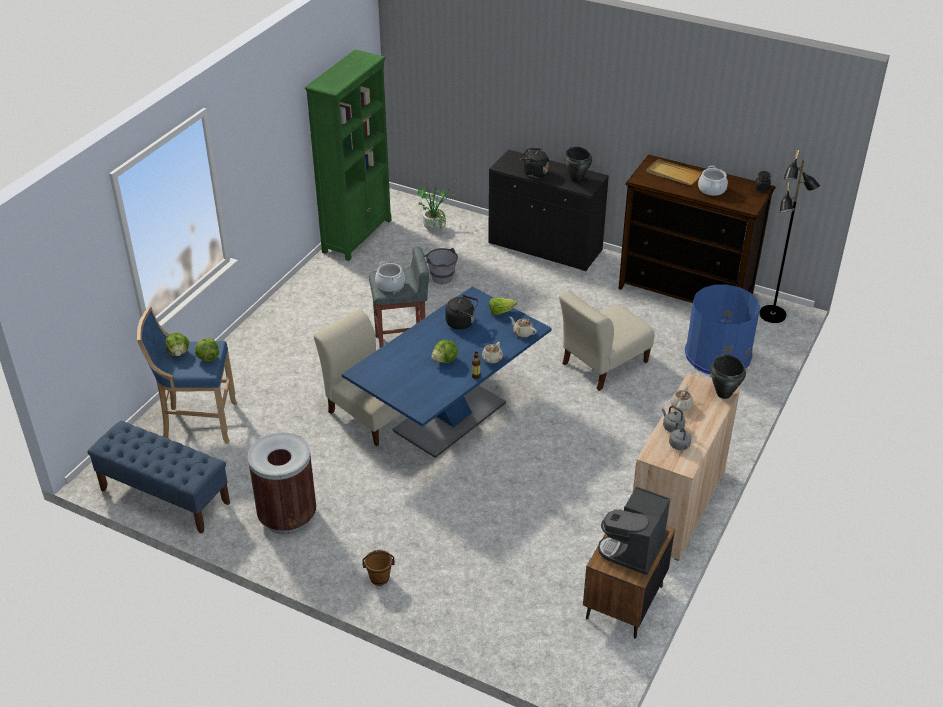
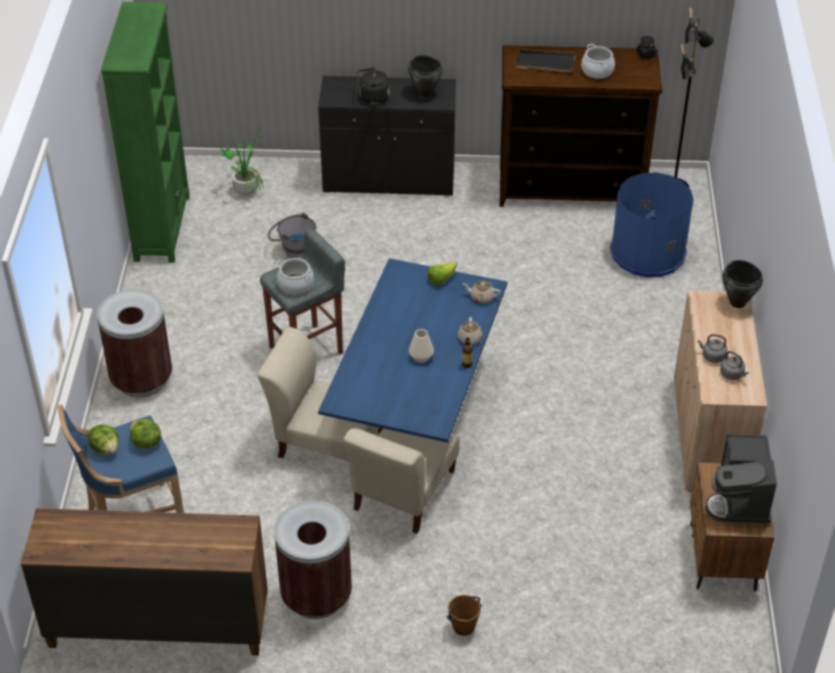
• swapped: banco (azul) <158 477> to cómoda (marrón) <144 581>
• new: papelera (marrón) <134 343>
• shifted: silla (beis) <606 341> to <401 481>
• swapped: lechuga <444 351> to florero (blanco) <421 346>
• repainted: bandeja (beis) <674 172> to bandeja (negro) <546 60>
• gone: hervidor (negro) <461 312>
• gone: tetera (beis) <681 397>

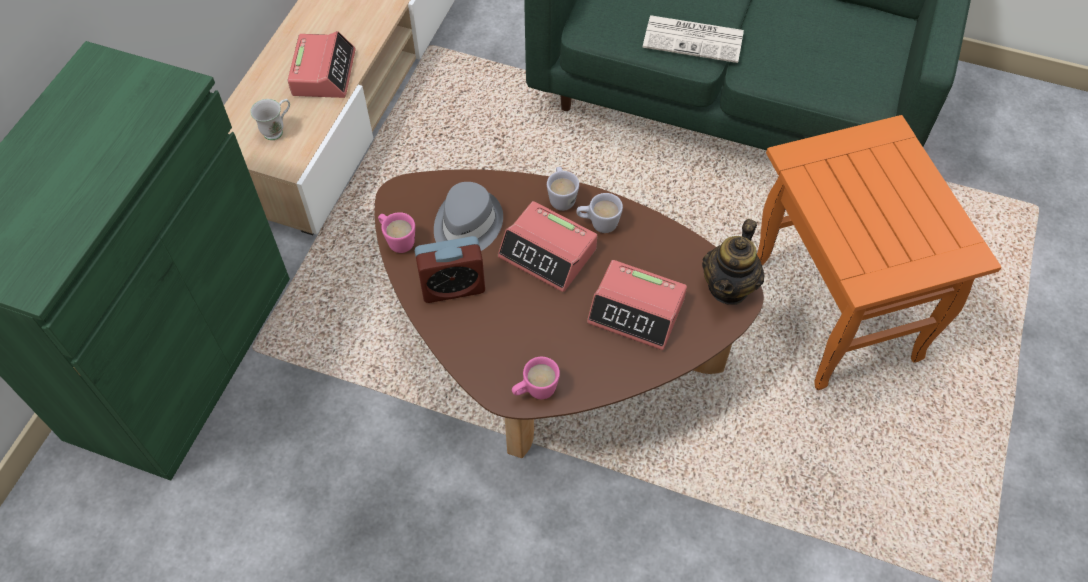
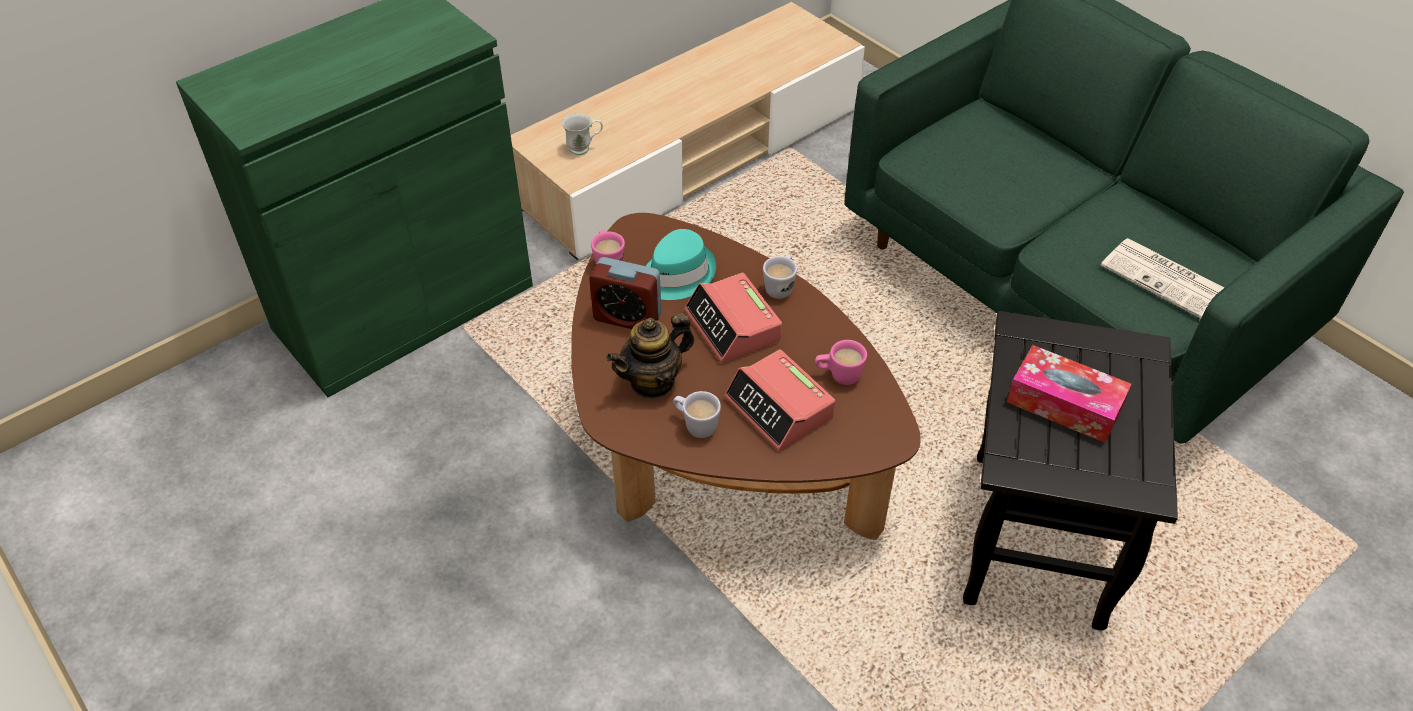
• shifted: tetera <733 262> to <650 356>
• repainted: sombrero (gris) <468 216> to sombrero (turquesa) <681 264>
• shifted: taza grande (blanco) <599 213> to <697 414>
• shifted: taza grande (rosa) <536 378> to <841 362>
• repainted: mesa auxiliar (naranja) <879 252> to mesa auxiliar (negro) <1070 471>
• new: caja de pañuelos <1069 394>
• shifted: periódico <693 39> to <1162 278>
• gone: despertador <322 64>

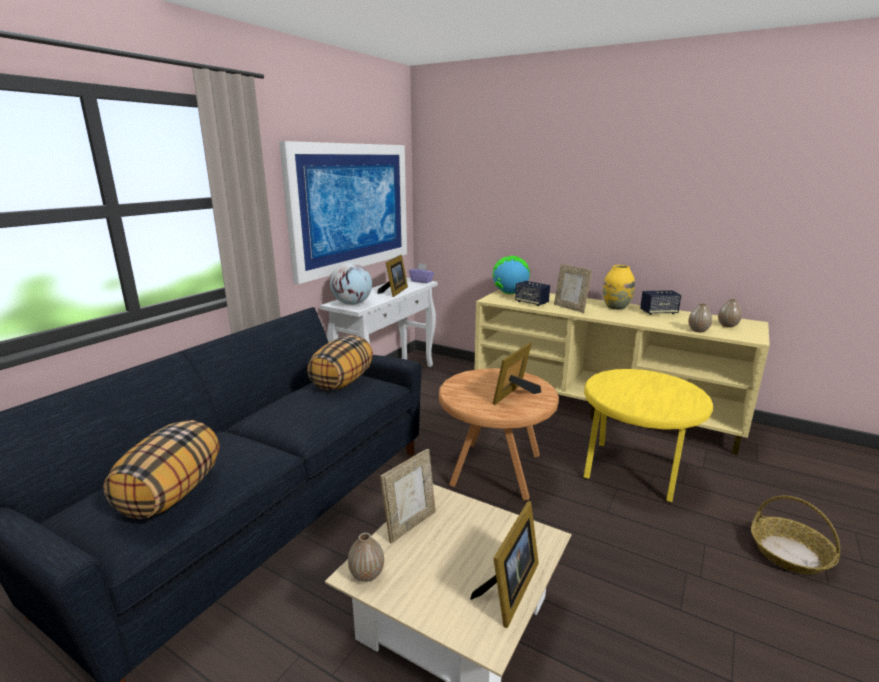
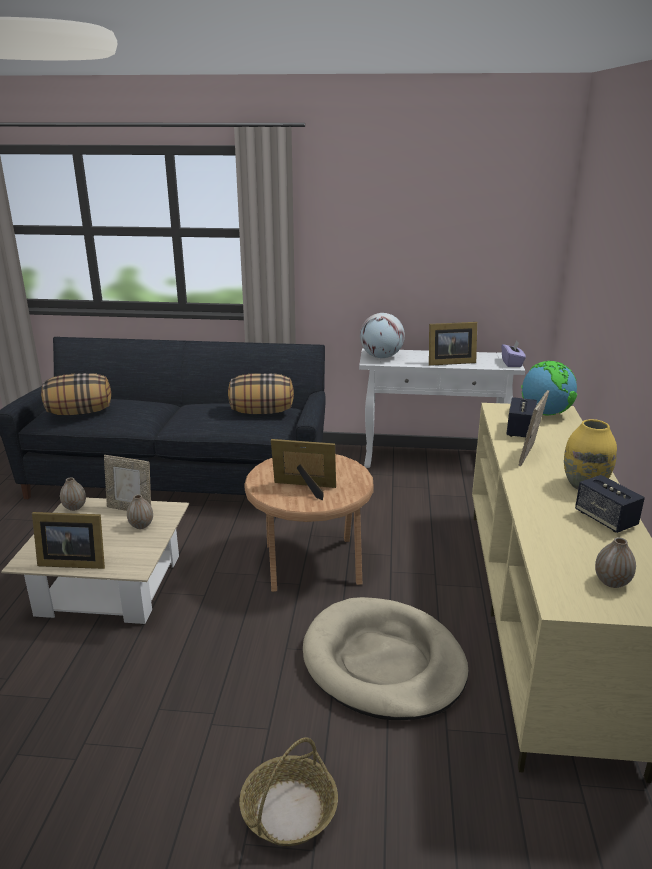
• shifted: florero <700 317> to <140 511>
• swapped: mesa auxiliar (amarillo) <648 435> to cama para perro (beis) <386 658>
• gone: cuadro <343 212>

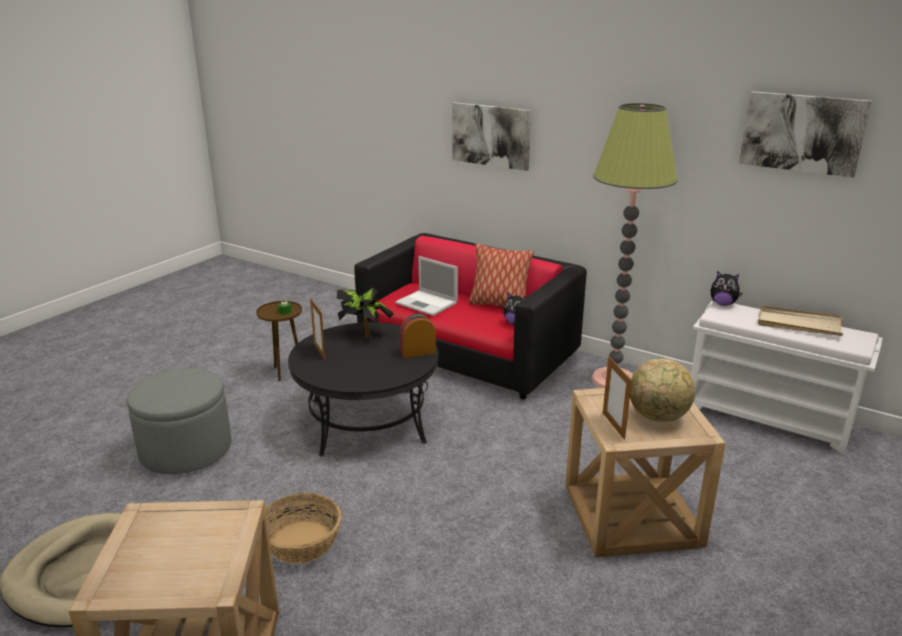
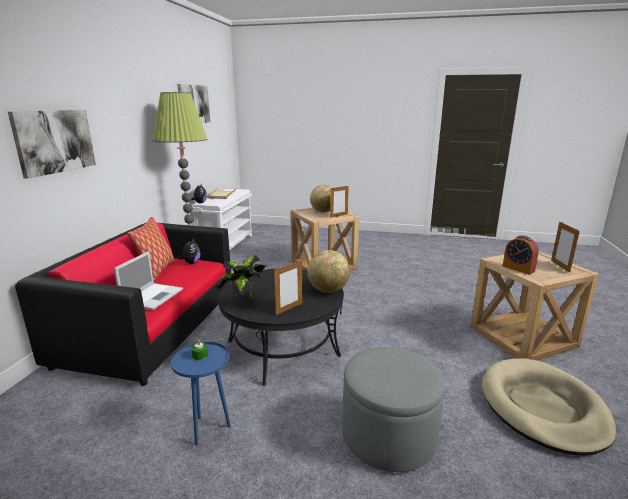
• repainted: mesa auxiliar (marrón) <279 341> to mesa auxiliar (azul) <201 393>
• new: globo terráqueo <328 271>
• shifted: despertador <418 335> to <521 255>
• new: portarretratos <565 247>
• gone: cesta <303 528>

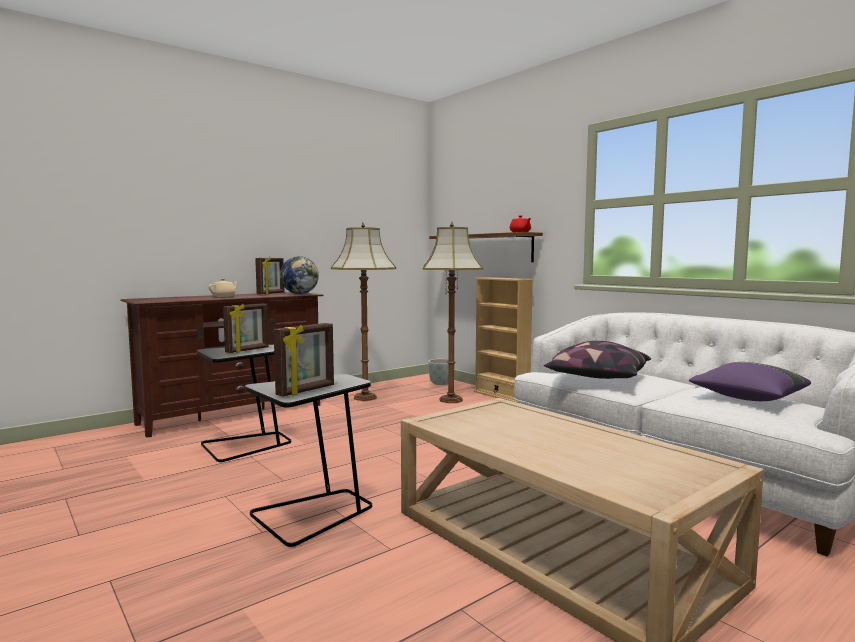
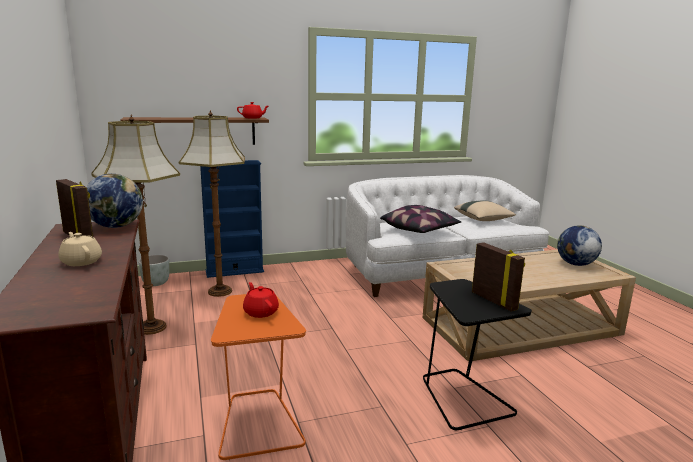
• repainted: estantería (beis) <504 340> to estantería (azul) <232 219>
• repainted: mesa auxiliar (negro) <243 403> to mesa auxiliar (naranja) <258 377>
• swapped: portarretratos <245 328> to tetera (rojo) <261 300>
• repainted: cojín (morado) <750 381> to cojín (beis) <485 211>
• new: globo terráqueo <579 245>

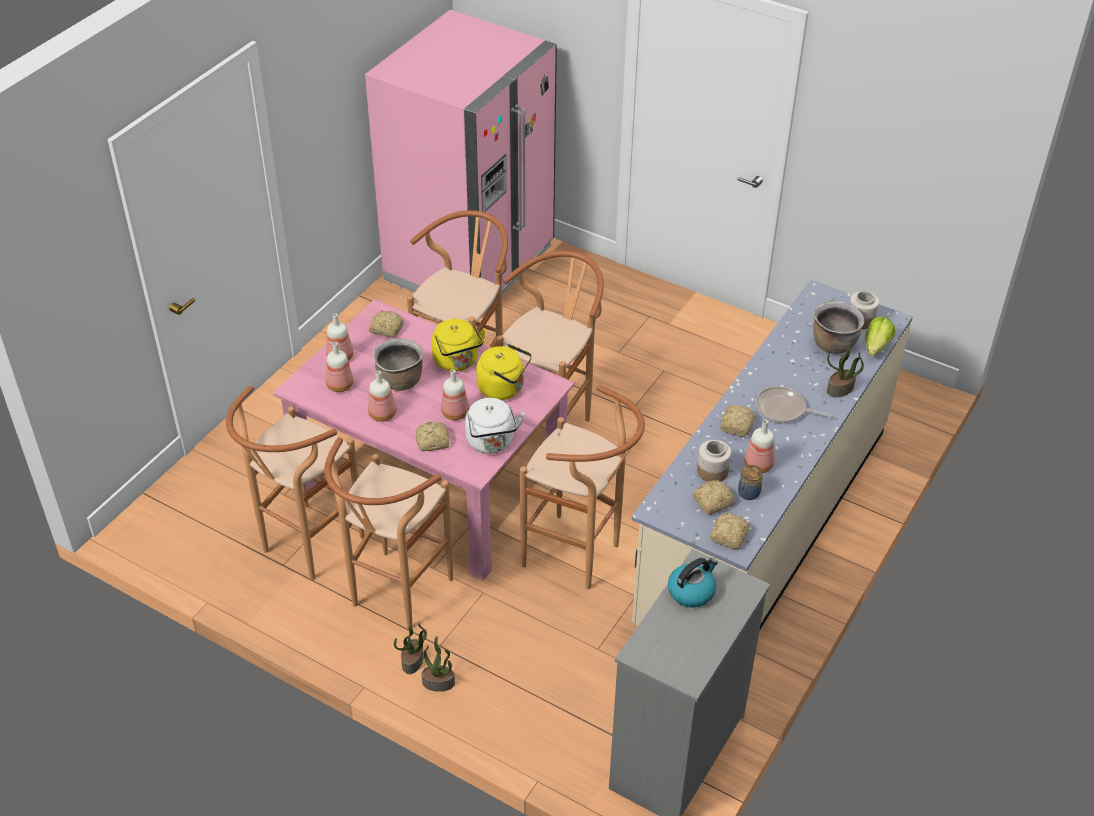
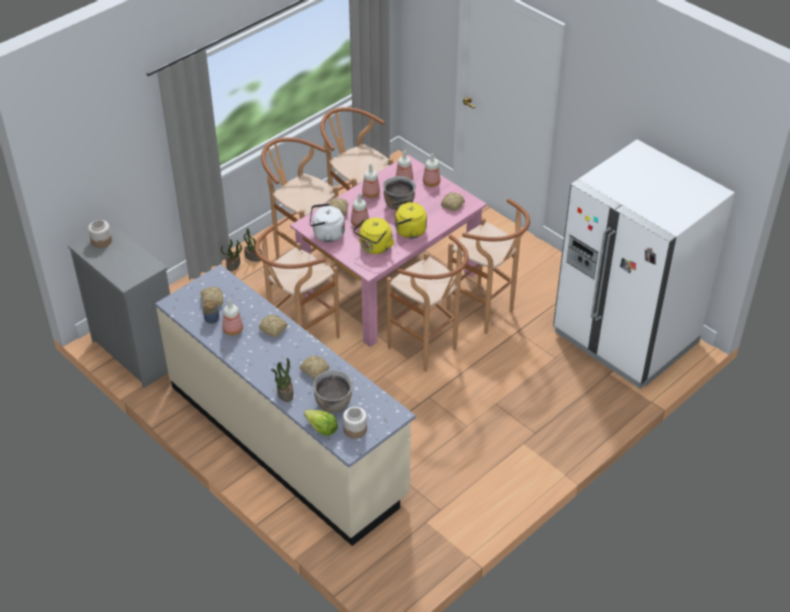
• shifted: tarro <714 461> to <100 234>
• shifted: pan <729 531> to <314 367>
• repainted: nevera (rosa) <461 161> to nevera (blanco) <644 264>
• gone: hervidor <693 582>
• gone: sartén <794 404>

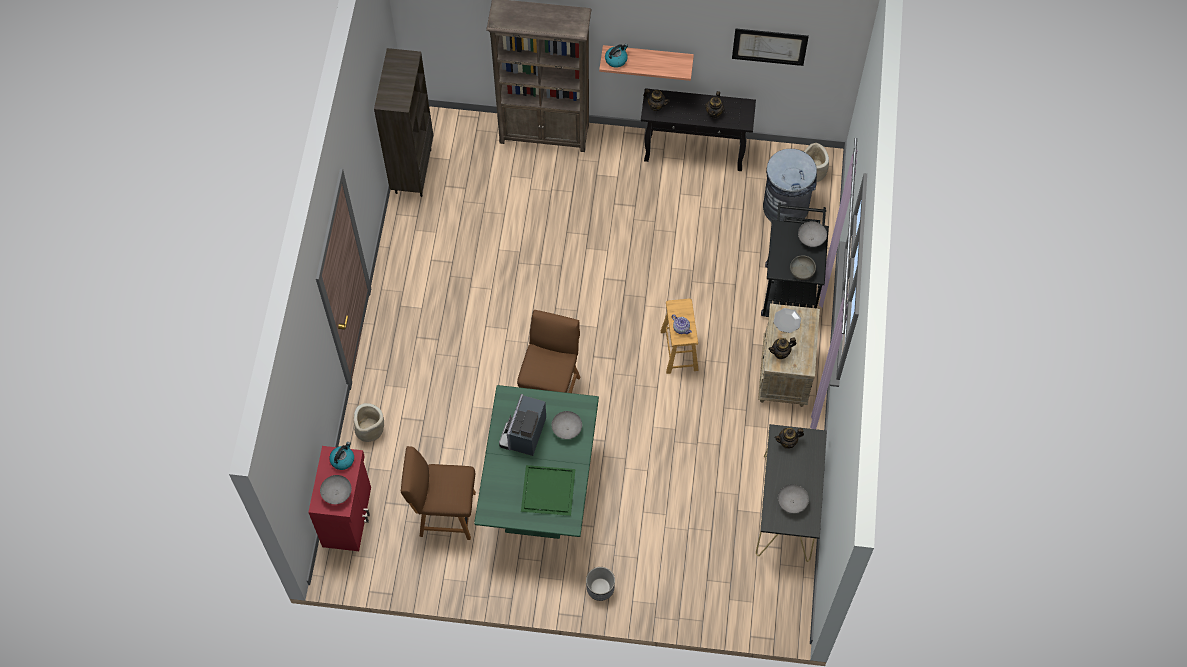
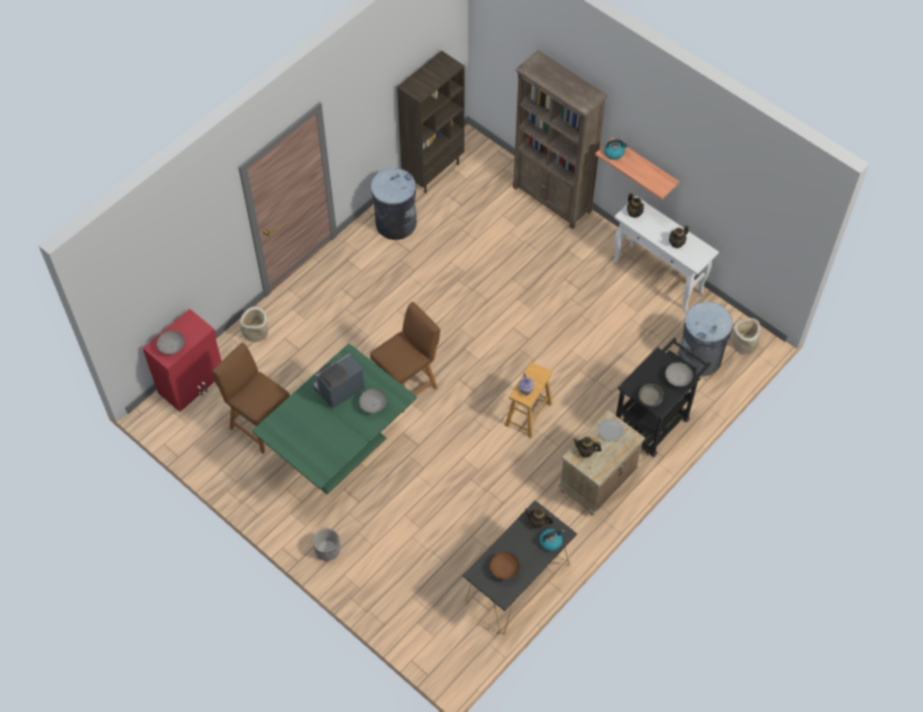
• new: papelera (gris) <393 204>
• repainted: cuenco (gris) <793 498> to cuenco (marrón) <505 565>
• shifted: hervidor <341 456> to <552 540>
• repainted: mesa consola (negro) <698 129> to mesa consola (blanco) <666 253>
• gone: bandeja (verde) <548 490>
• gone: cuadro <770 47>

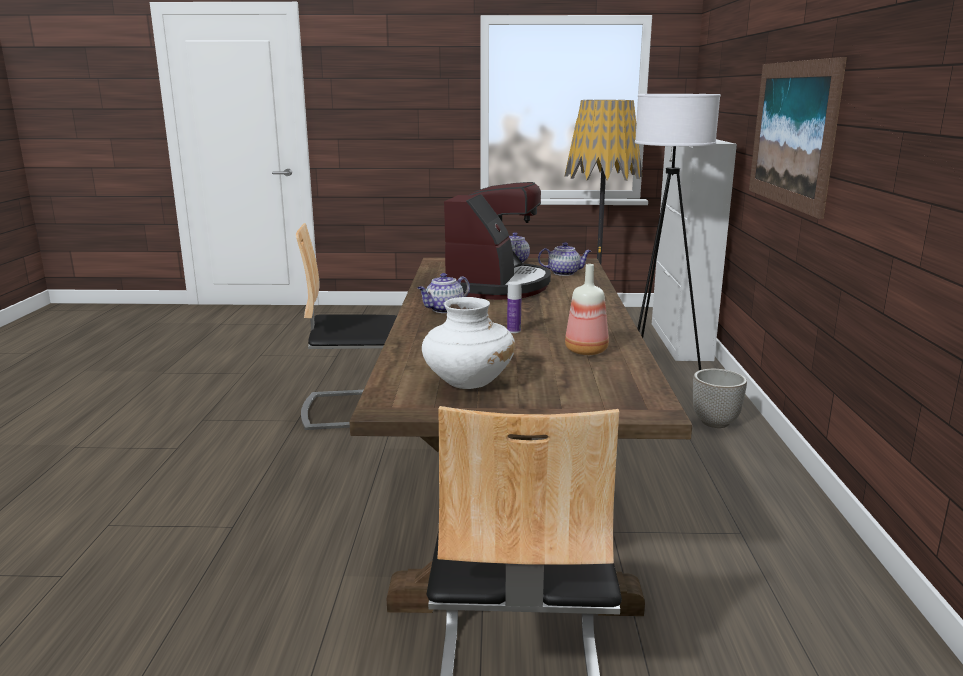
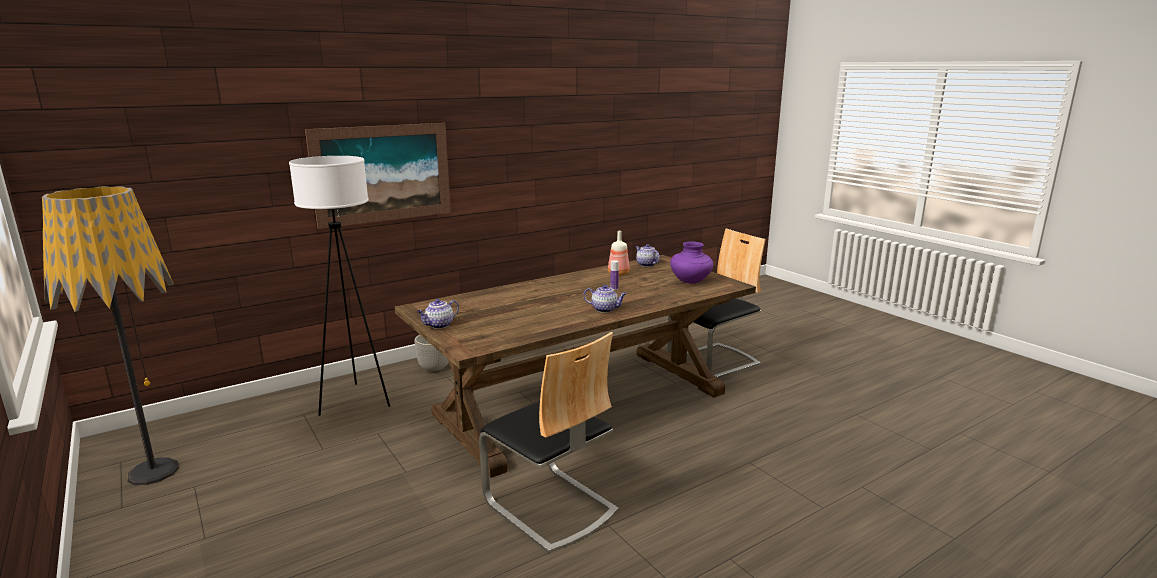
• shifted: tetera <564 259> to <648 255>
• repainted: florero (blanco) <468 343> to florero (morado) <691 262>
• gone: cafetera <497 241>
• gone: armario (blanco) <694 250>

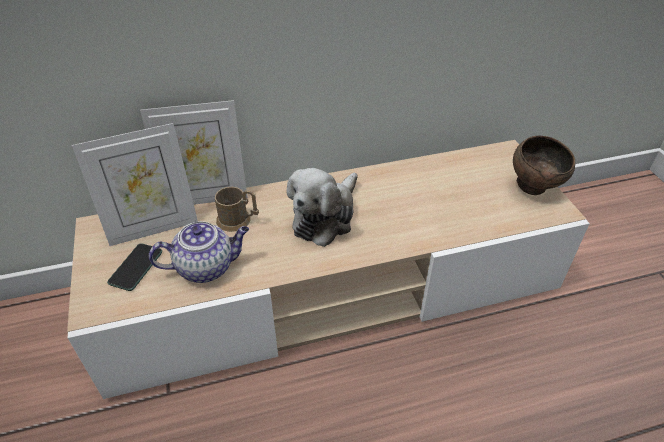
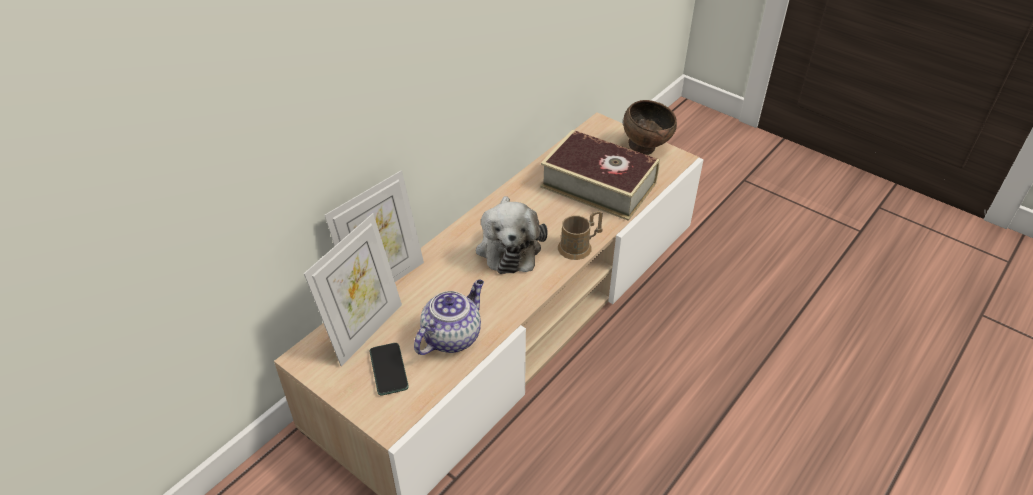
• new: libro <600 175>
• shifted: taza grande (marrón) <237 209> to <580 235>

